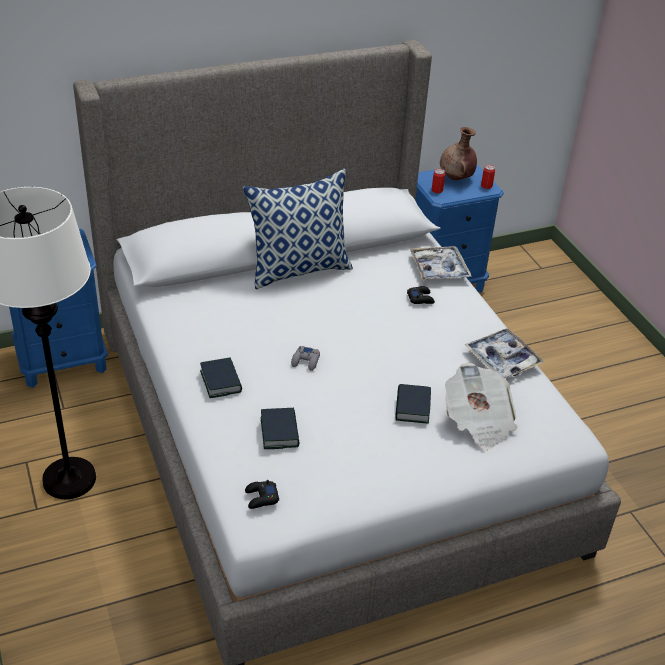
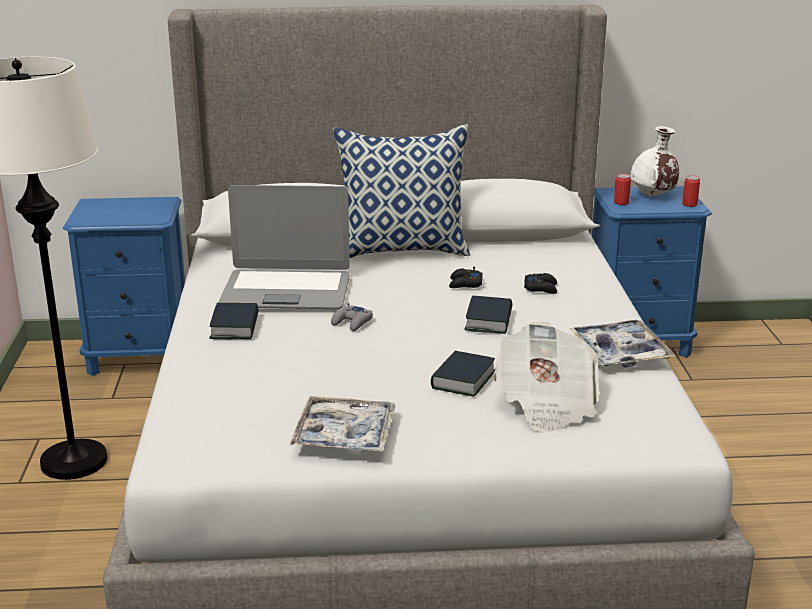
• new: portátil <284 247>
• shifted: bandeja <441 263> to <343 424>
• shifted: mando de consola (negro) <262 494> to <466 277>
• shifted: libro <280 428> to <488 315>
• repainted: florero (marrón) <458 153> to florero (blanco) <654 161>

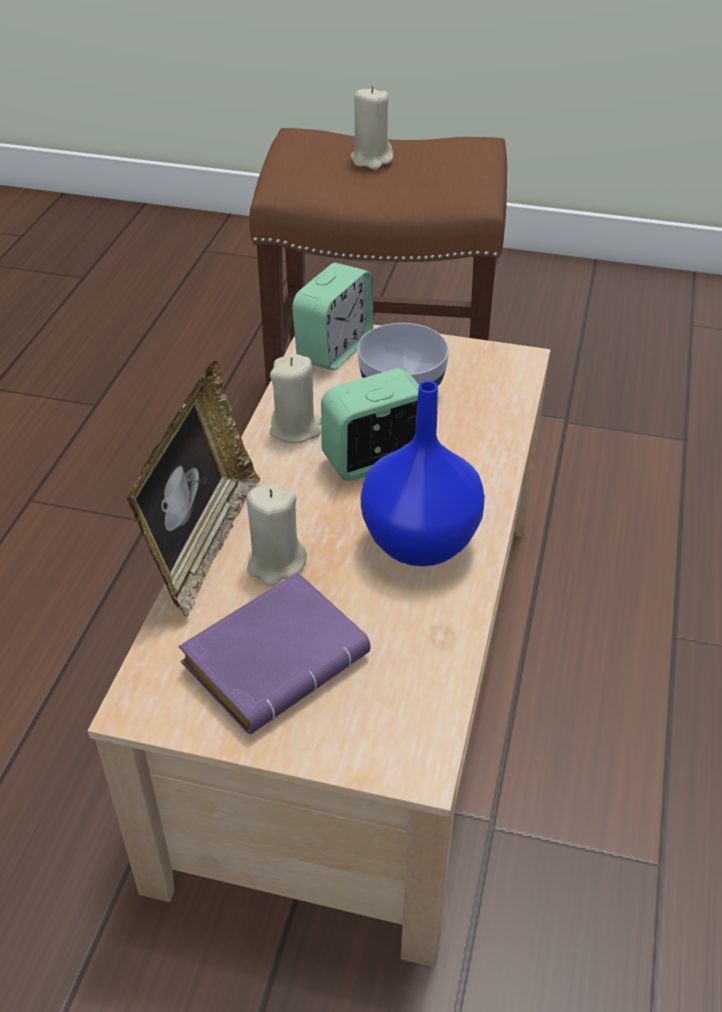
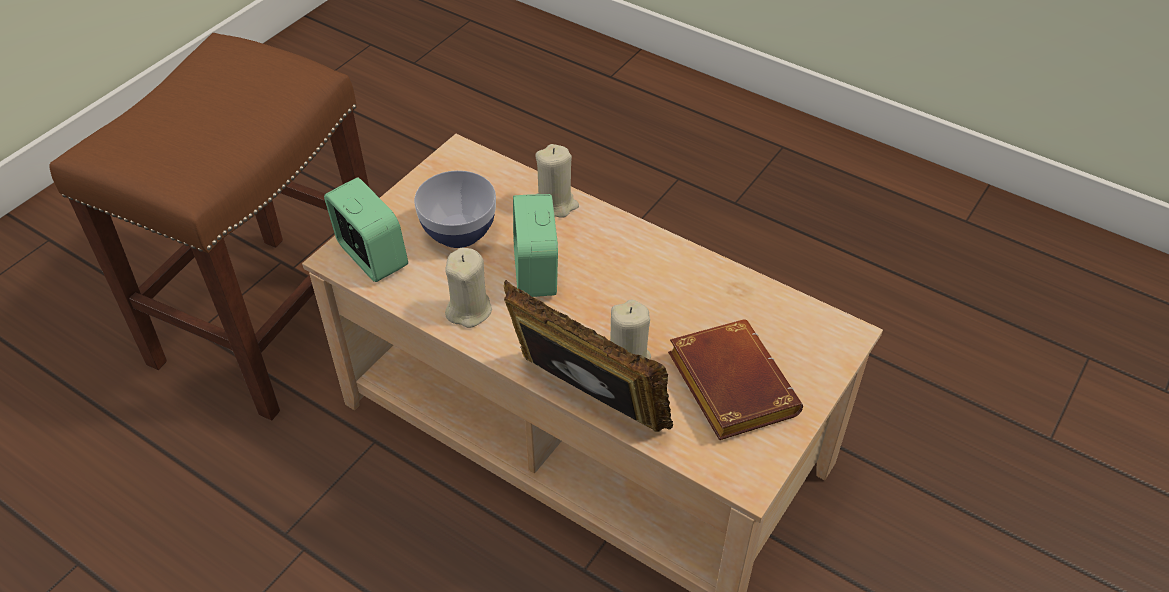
• shifted: vela (beis) <371 128> to <557 181>
• repainted: libro (morado) <274 653> to libro (marrón) <735 379>
• gone: florero (azul) <423 473>

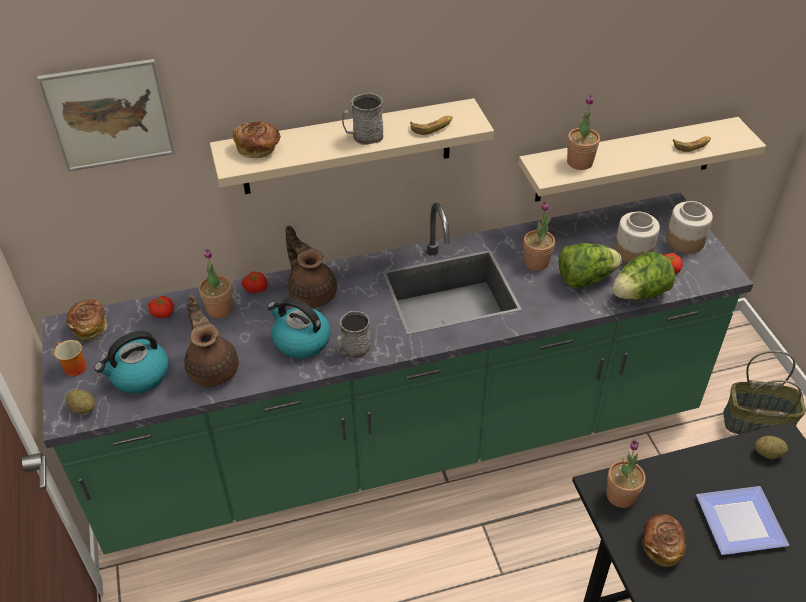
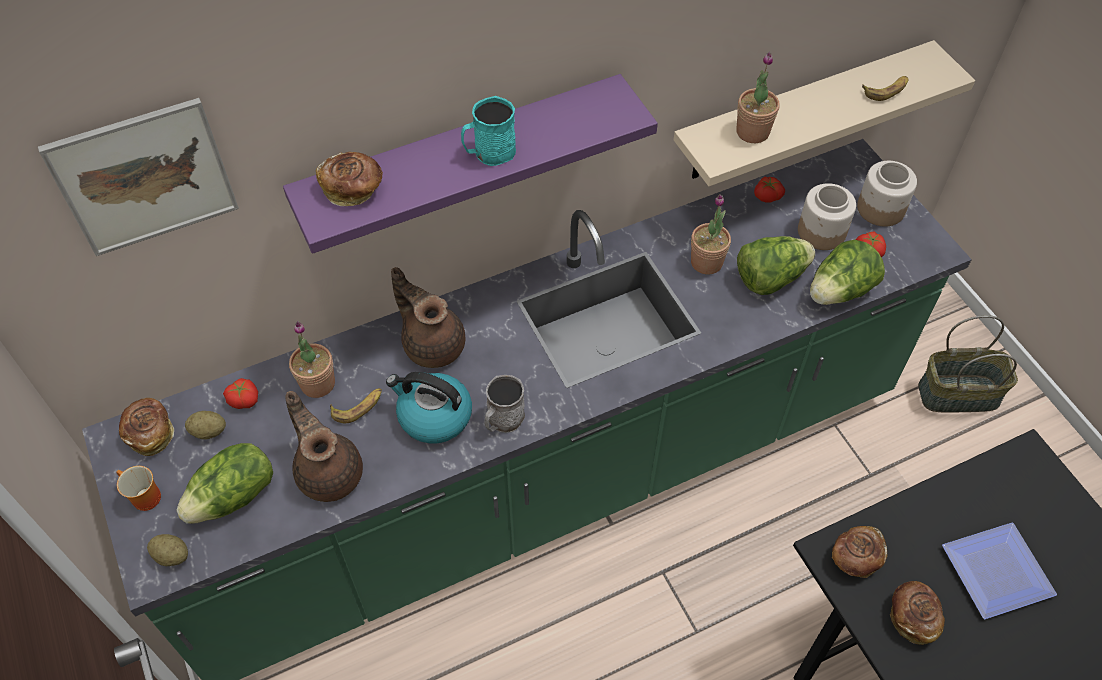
• swapped: hervidor <131 362> to lechuga <224 483>
• shifted: patata <771 447> to <205 425>
• repainted: estante (beis) <352 146> to estante (morado) <470 164>
• shifted: plátano <431 125> to <356 405>
• repainted: taza grande (gris) <363 119> to taza grande (turquesa) <488 131>
• shifted: tomate <255 282> to <769 189>
• swapped: planta en maceta <626 474> to pan <859 552>

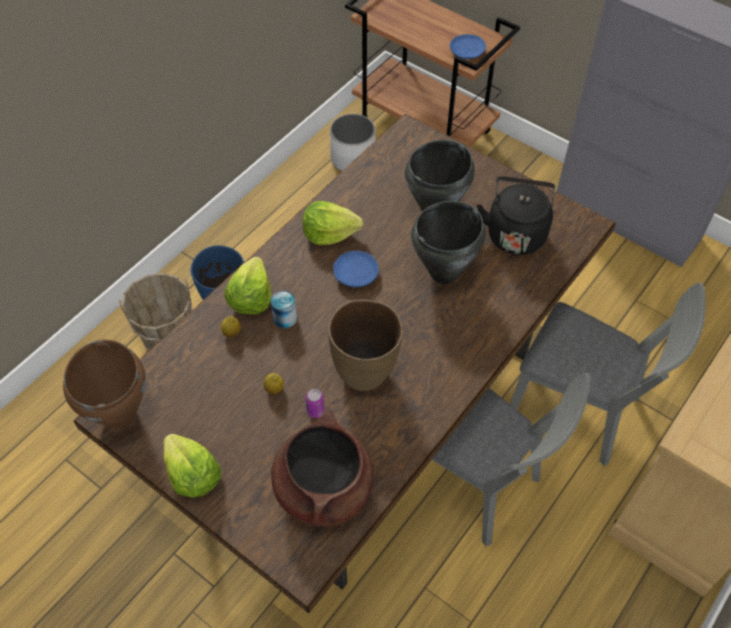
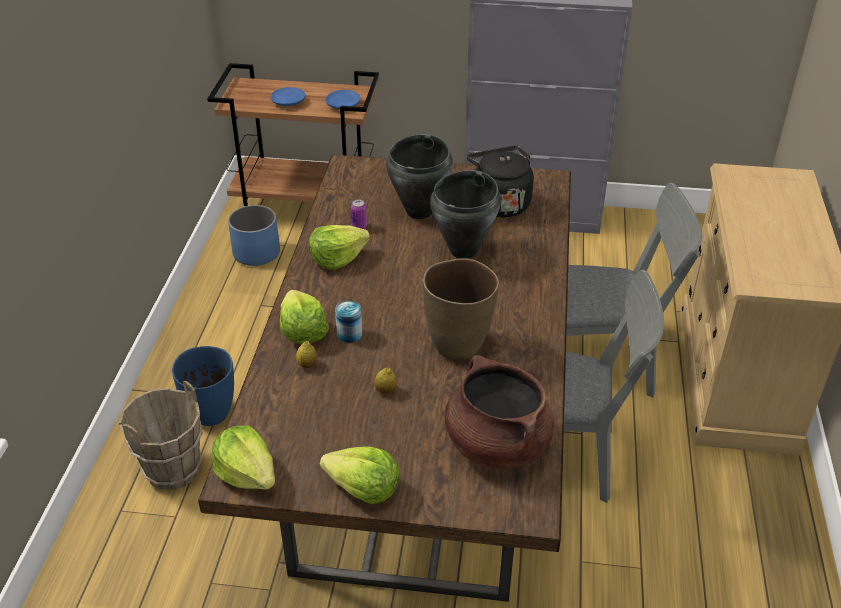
• swapped: olla (marrón) <104 384> to lechuga <243 458>
• repainted: maceta (blanco) <352 142> to maceta (azul) <254 235>
• shifted: plato (azul) <356 269> to <288 96>
• shifted: lata <315 403> to <359 214>

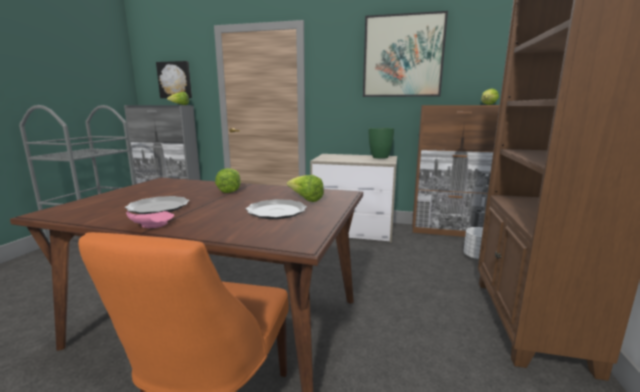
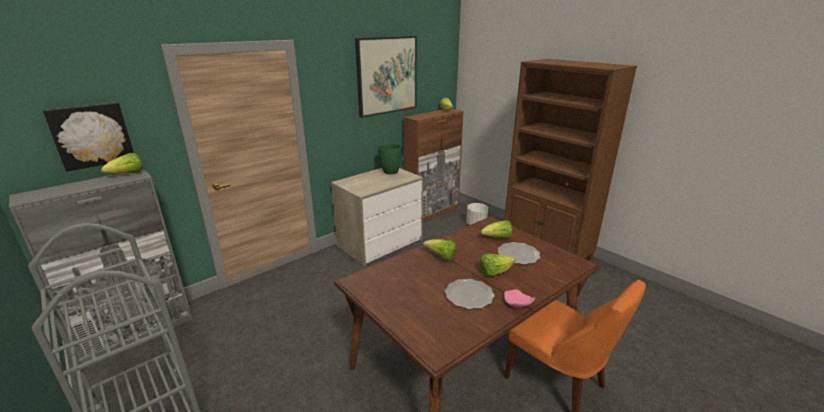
• new: lechuga <497 265>

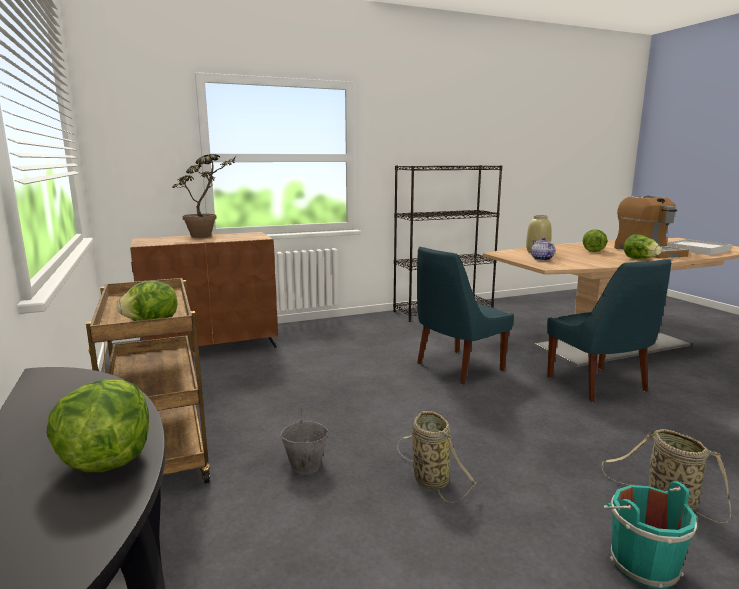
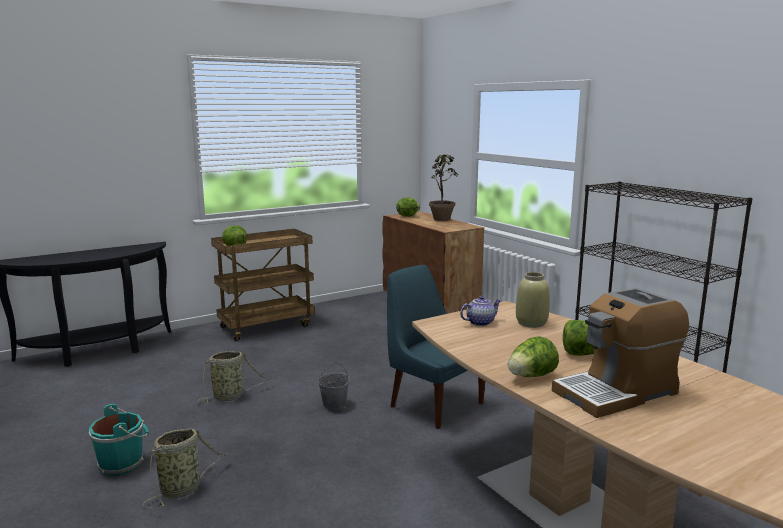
• shifted: cubo (gris) <304 441> to <334 386>
• shifted: lechuga <97 425> to <408 207>
• gone: silla (azul) <609 330>
• gone: bandeja (blanco) <699 247>

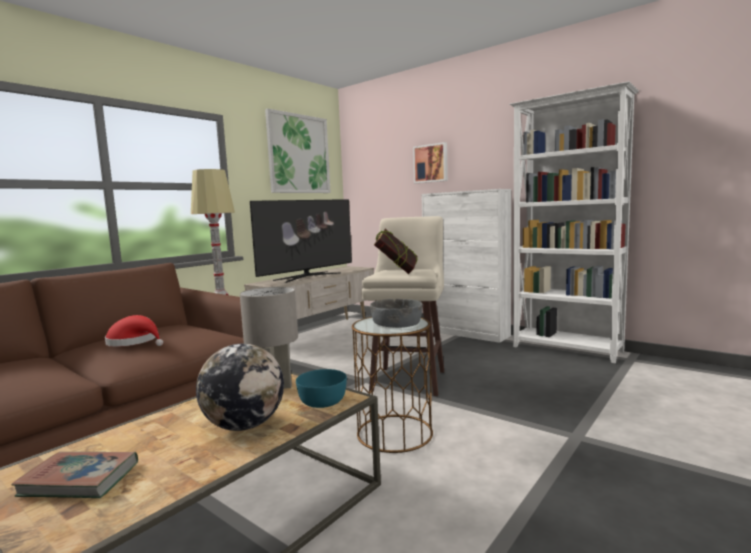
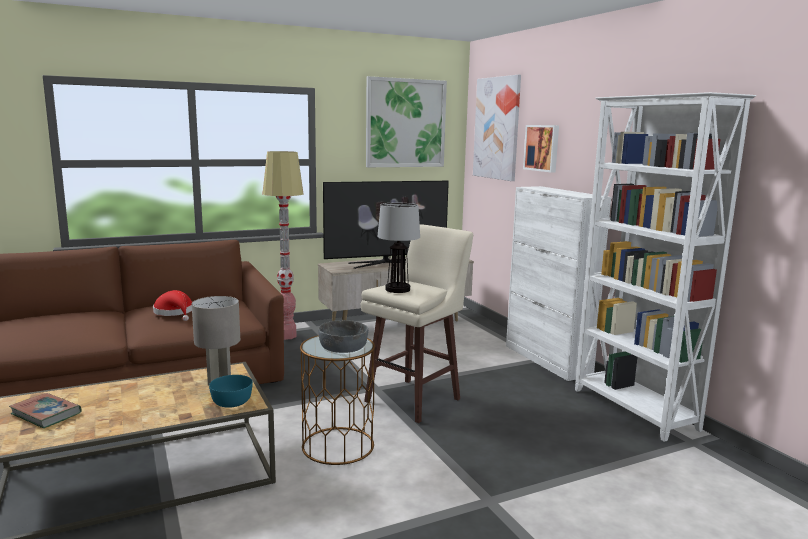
• swapped: libro <396 251> to lámpara de mesa <399 248>
• new: cuadro <497 128>
• gone: globo terráqueo <240 387>

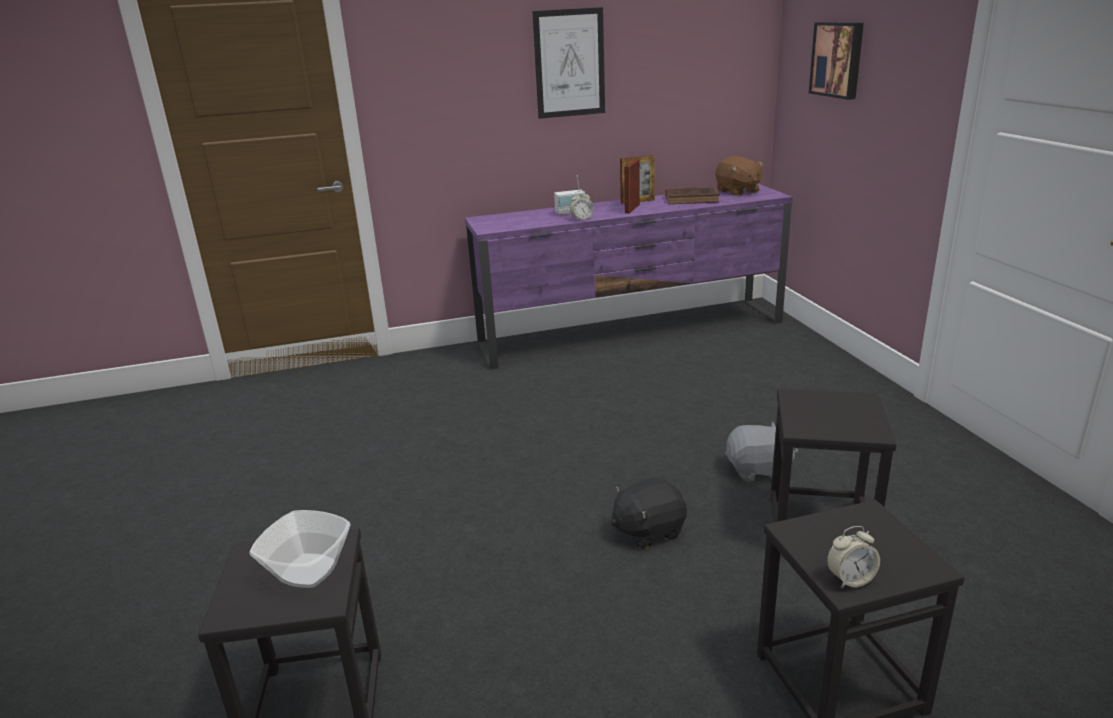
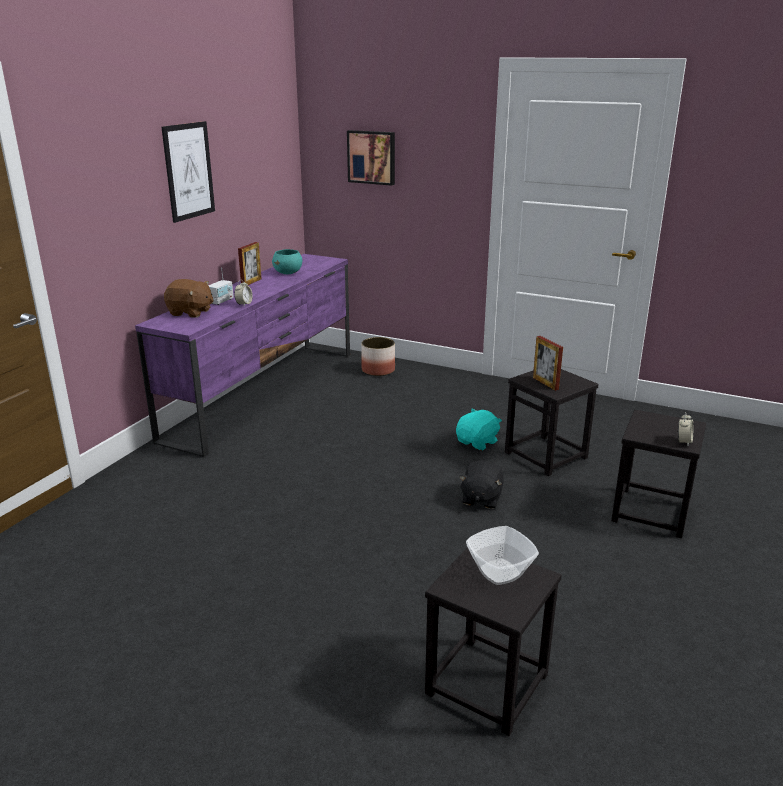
• shifted: peluche (marrón) <740 176> to <189 298>
• swapped: libro (marrón) <693 195> to cuenco (turquesa) <287 261>
• new: maceta <378 356>
• repainted: peluche (gris) <761 451> to peluche (turquesa) <479 430>
• shifted: portarretratos <632 187> to <548 363>

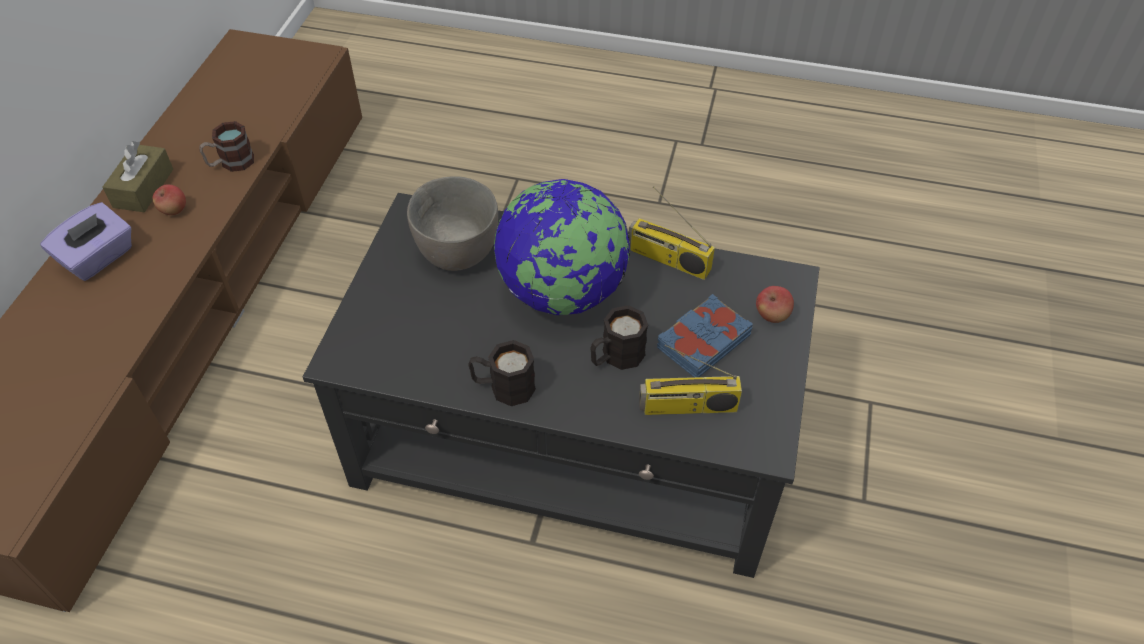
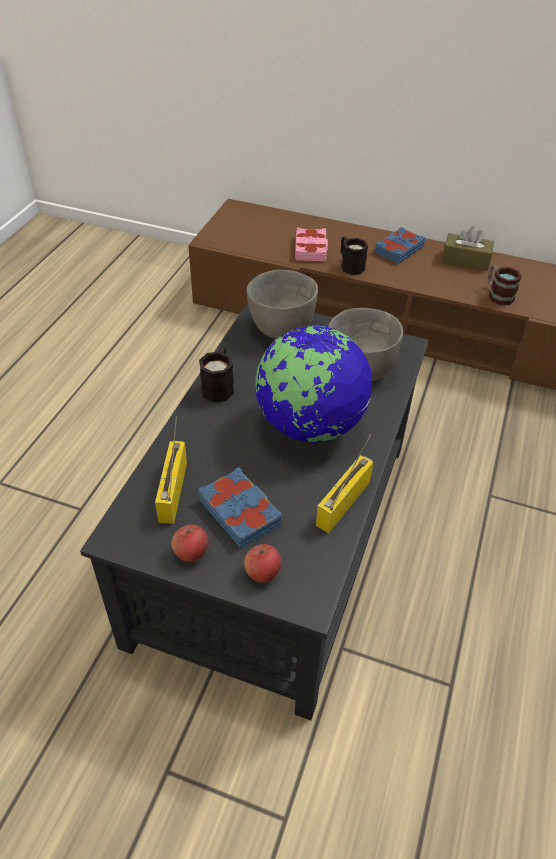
• shifted: manzana <169 199> to <190 543>
• new: cuenco (gris) <282 304>
• new: libro (rosa) <311 244>
• shifted: taza grande (negro) <619 337> to <354 256>
• swapped: caja de pañuelos (morado) <86 241> to libro (azul) <399 245>

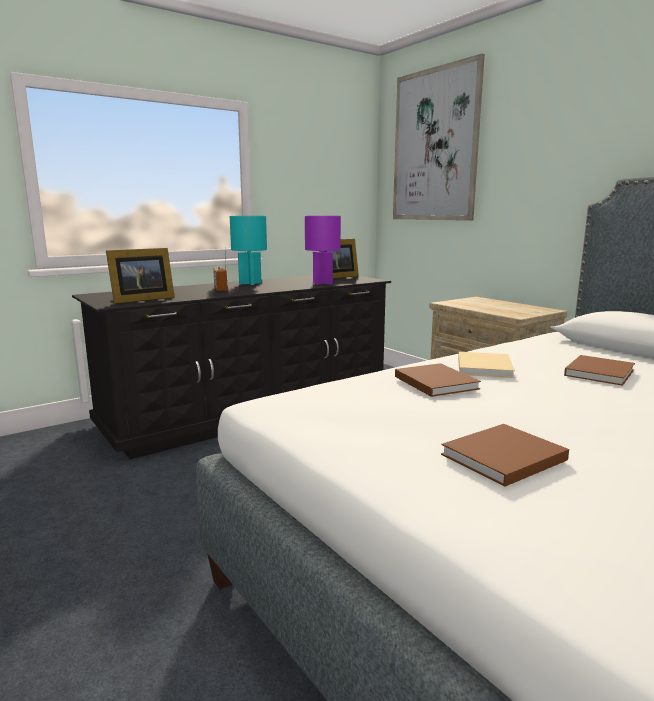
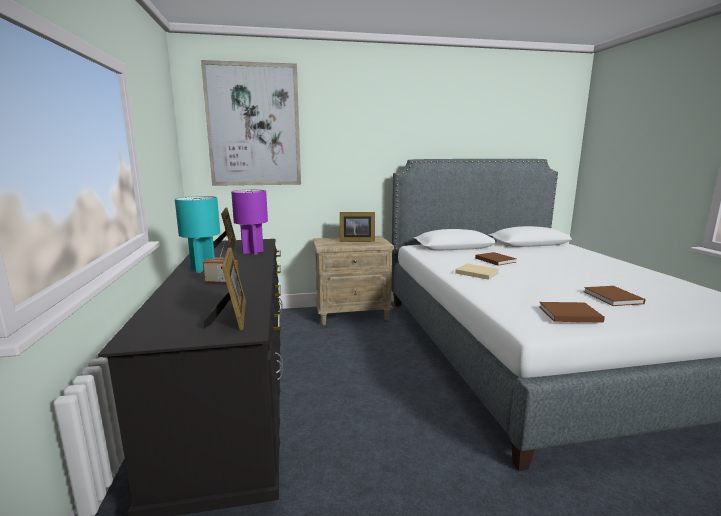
• new: portarretratos <357 227>
• shifted: libro (marrón) <438 380> to <572 312>

